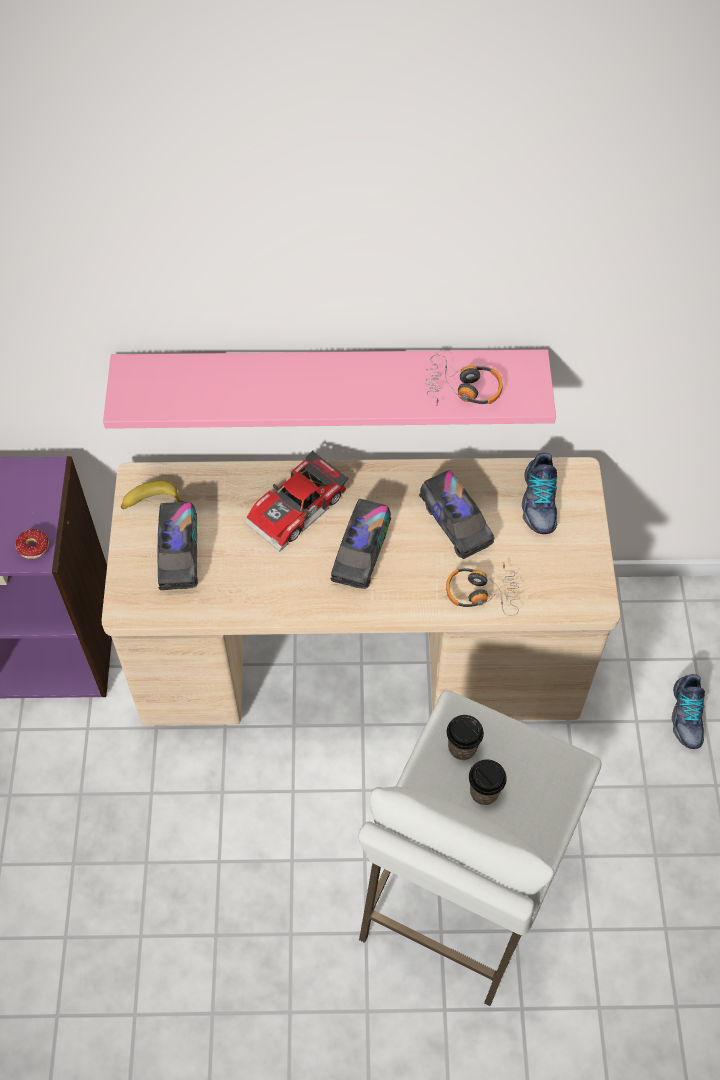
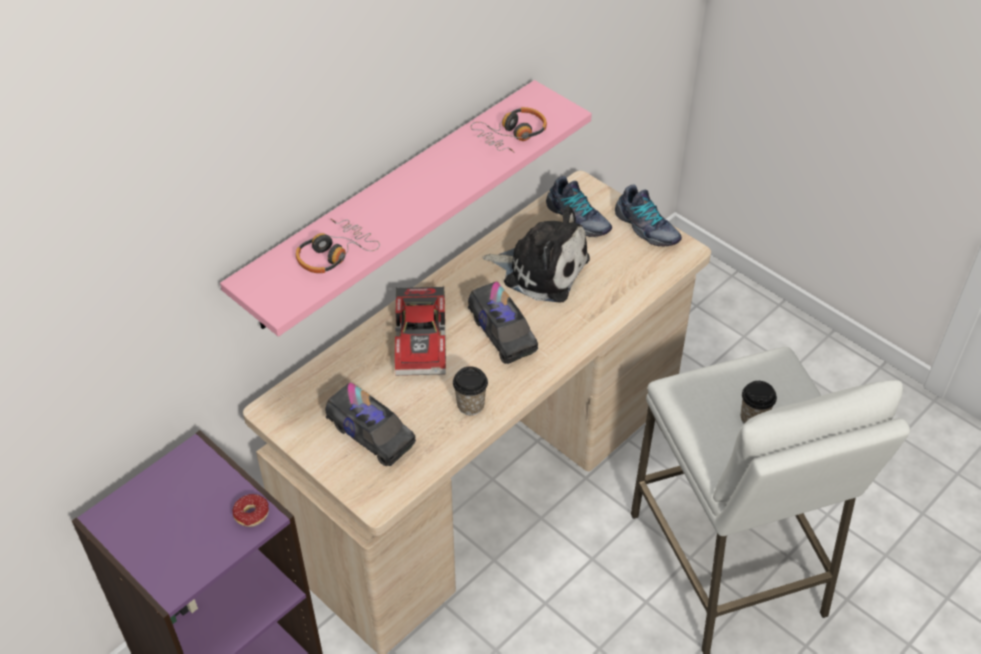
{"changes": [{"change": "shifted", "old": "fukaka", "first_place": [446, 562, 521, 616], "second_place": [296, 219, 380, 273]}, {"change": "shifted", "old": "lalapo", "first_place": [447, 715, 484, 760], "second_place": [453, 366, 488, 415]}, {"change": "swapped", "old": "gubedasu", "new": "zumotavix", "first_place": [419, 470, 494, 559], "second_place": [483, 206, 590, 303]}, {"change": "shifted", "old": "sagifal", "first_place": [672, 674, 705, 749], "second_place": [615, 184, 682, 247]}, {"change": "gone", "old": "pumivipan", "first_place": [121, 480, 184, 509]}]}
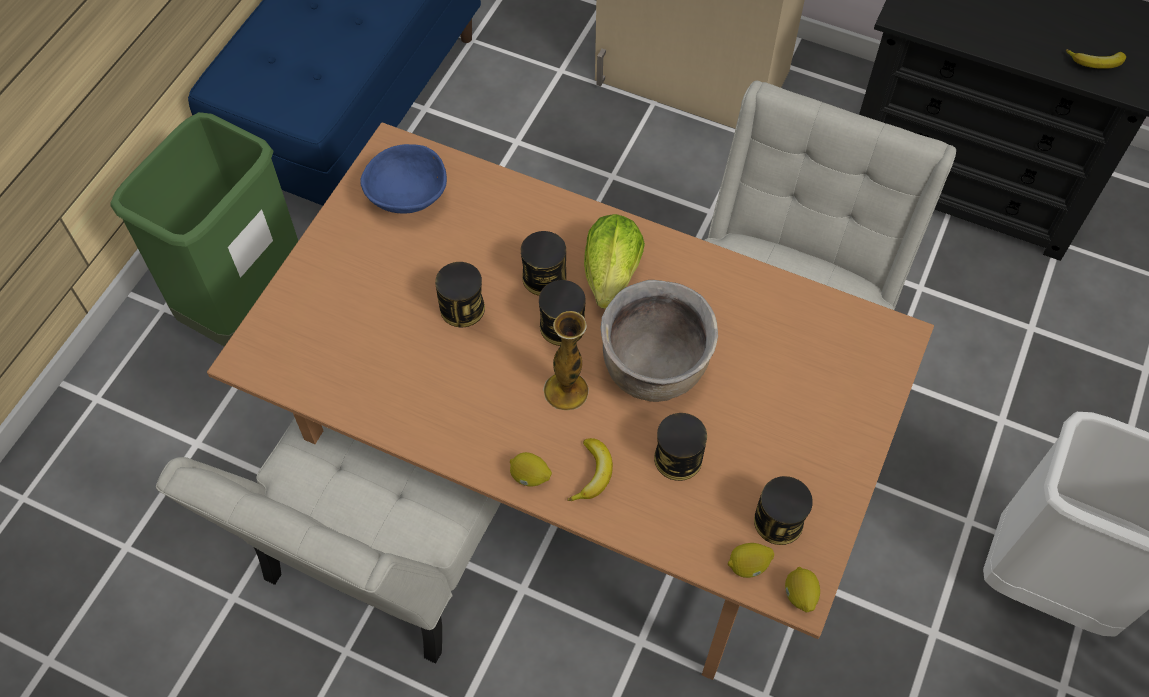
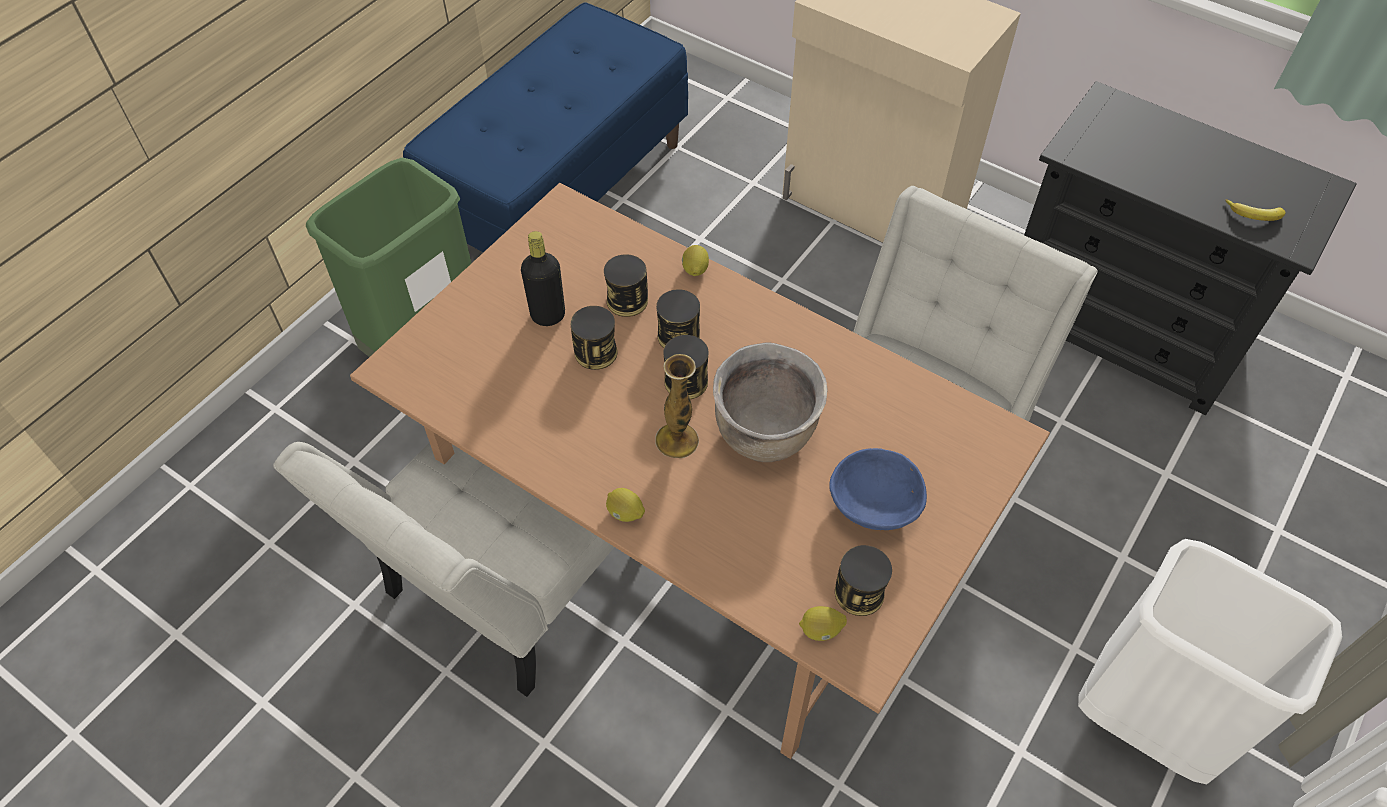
{"changes": [{"change": "new", "new": "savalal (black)", "second_place": [521, 231, 565, 326]}, {"change": "shifted", "old": "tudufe", "first_place": [654, 413, 707, 481], "second_place": [604, 254, 648, 317]}, {"change": "shifted", "old": "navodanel", "first_place": [785, 567, 820, 613], "second_place": [682, 245, 709, 276]}, {"change": "shifted", "old": "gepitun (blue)", "first_place": [360, 144, 447, 214], "second_place": [829, 448, 927, 530]}, {"change": "gone", "old": "pumivipan", "first_place": [567, 438, 613, 501]}, {"change": "gone", "old": "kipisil", "first_place": [584, 214, 645, 309]}]}
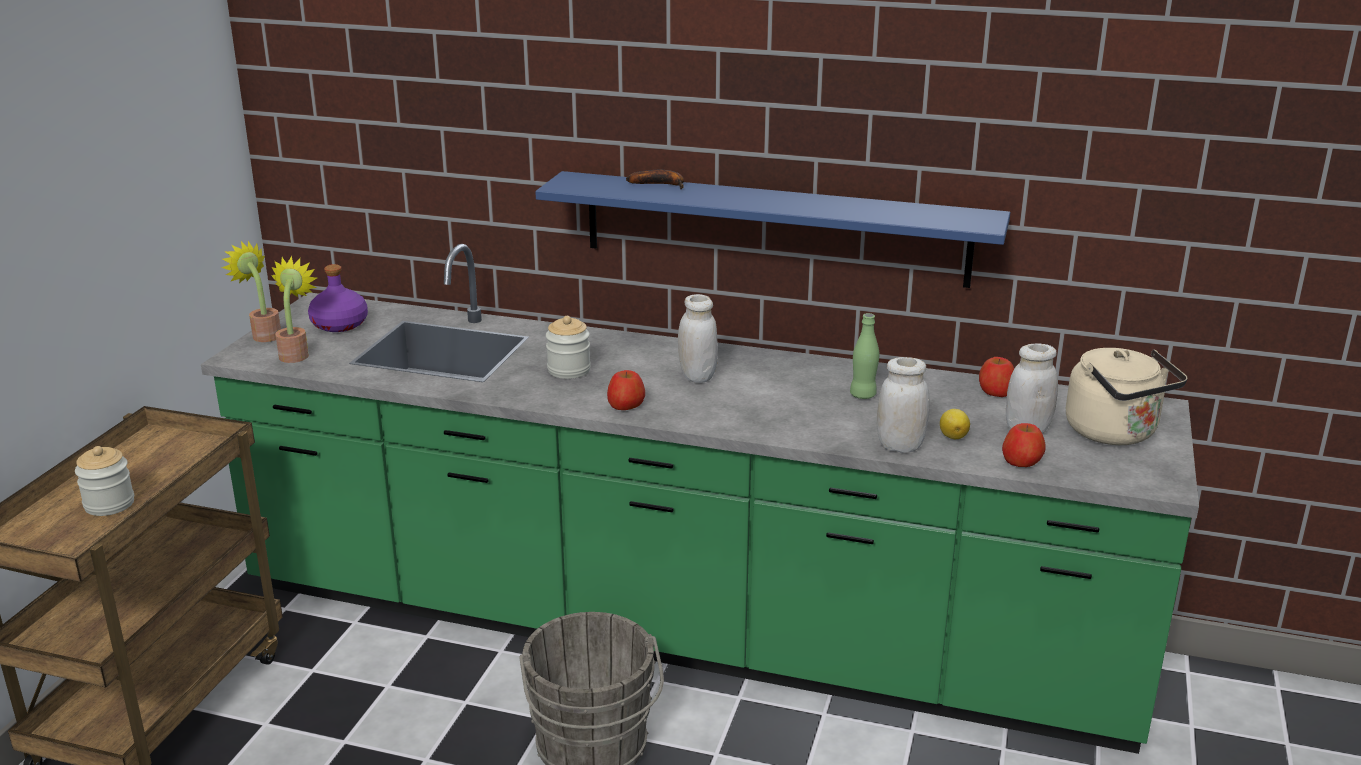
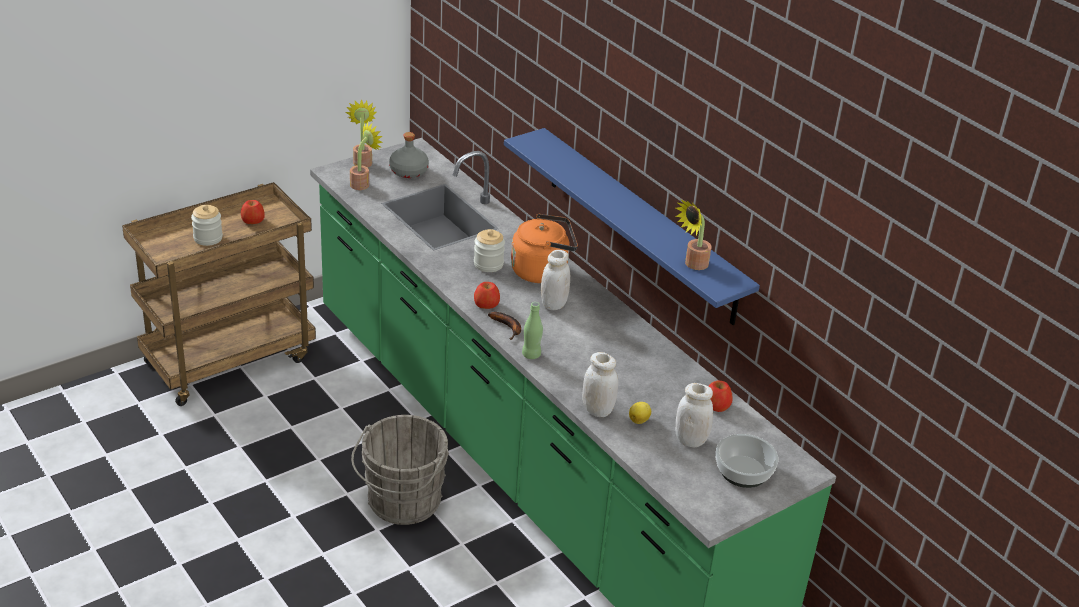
{"changes": [{"change": "shifted", "old": "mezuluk", "first_place": [1002, 423, 1046, 467], "second_place": [241, 200, 265, 224]}, {"change": "repainted", "old": "savalal (purple)", "new": "savalal (grey)", "first_place": [308, 264, 368, 332], "second_place": [389, 132, 429, 178]}, {"change": "shifted", "old": "pumivipan", "first_place": [626, 170, 684, 189], "second_place": [488, 312, 521, 340]}, {"change": "new", "new": "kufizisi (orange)", "second_place": [511, 214, 578, 283]}, {"change": "shifted", "old": "savalal (green)", "first_place": [850, 313, 879, 399], "second_place": [522, 302, 543, 359]}, {"change": "new", "new": "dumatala", "second_place": [675, 199, 712, 270]}, {"change": "swapped", "old": "kufizisi (beige)", "new": "gepitun", "first_place": [1066, 348, 1187, 445], "second_place": [716, 434, 778, 488]}]}
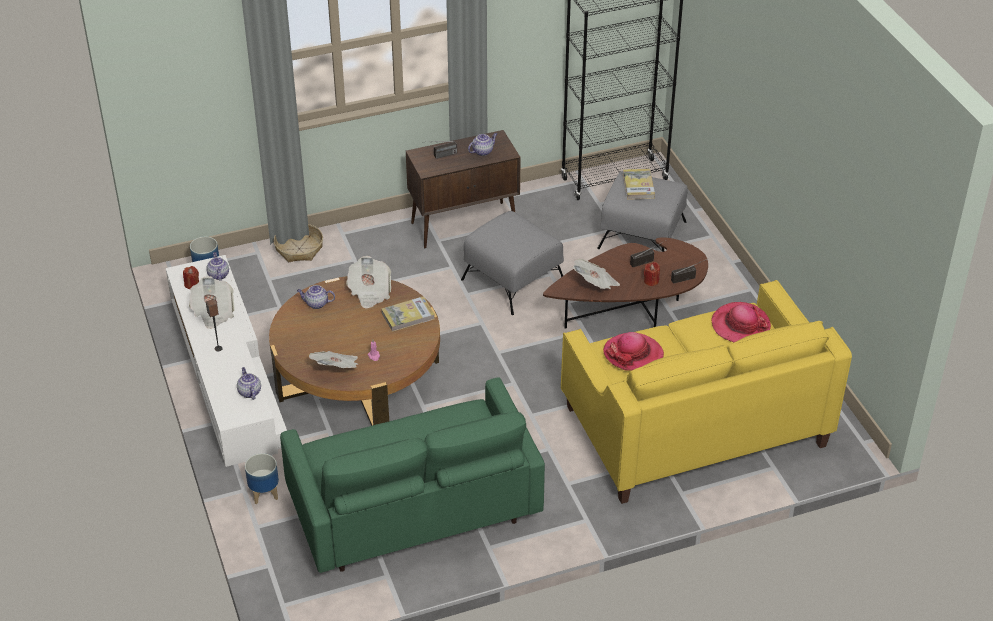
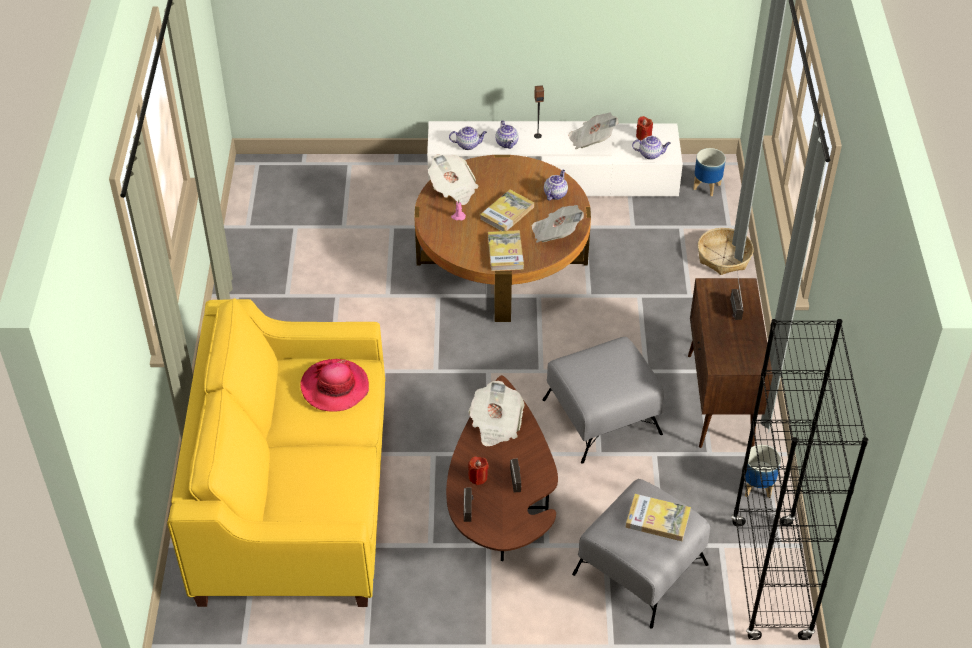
{"changes": [{"change": "new", "new": "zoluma", "second_place": [480, 190, 534, 231]}, {"change": "shifted", "old": "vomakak", "first_place": [468, 133, 497, 156], "second_place": [495, 120, 519, 149]}, {"change": "shifted", "old": "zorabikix", "first_place": [245, 453, 279, 504], "second_place": [745, 445, 781, 498]}, {"change": "gone", "old": "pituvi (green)", "first_place": [280, 378, 545, 573]}, {"change": "gone", "old": "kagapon", "first_place": [712, 302, 771, 342]}]}
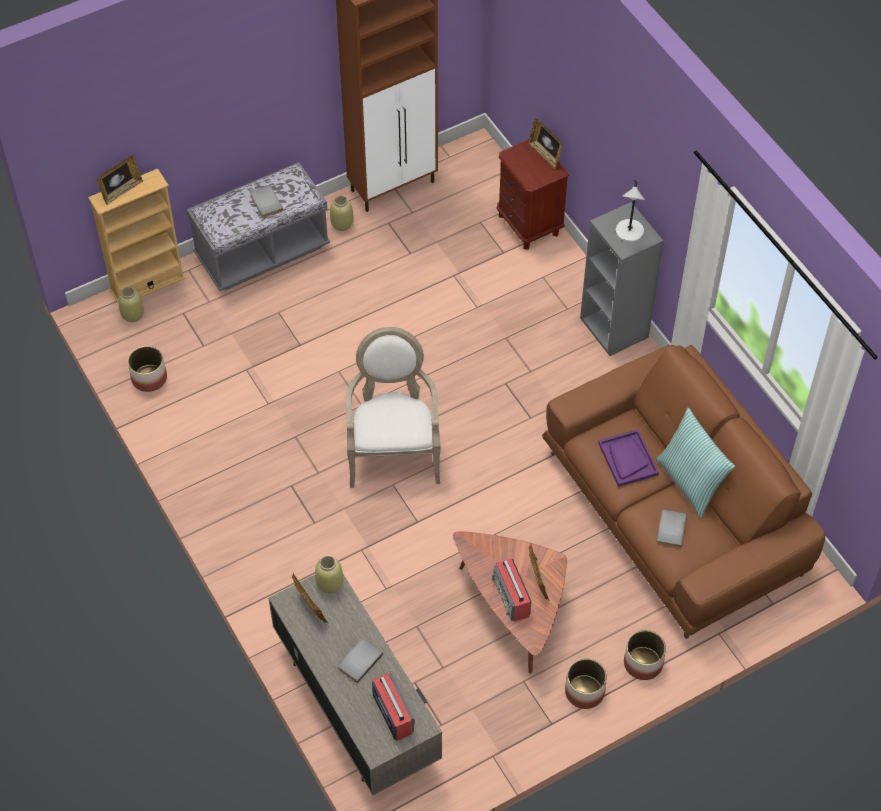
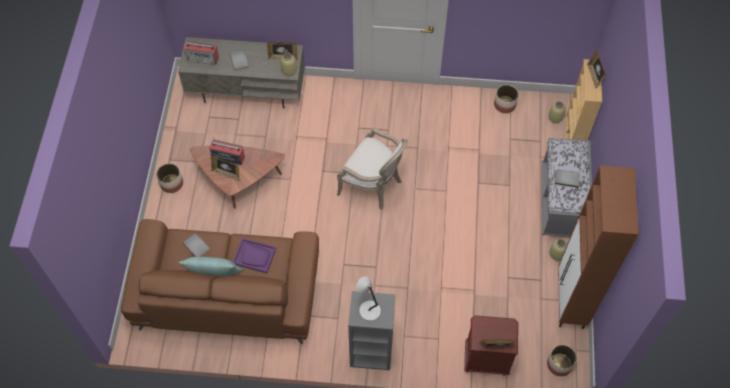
{"changes": [{"change": "shifted", "old": "zorabikix", "first_place": [624, 630, 666, 680], "second_place": [547, 345, 577, 376]}]}
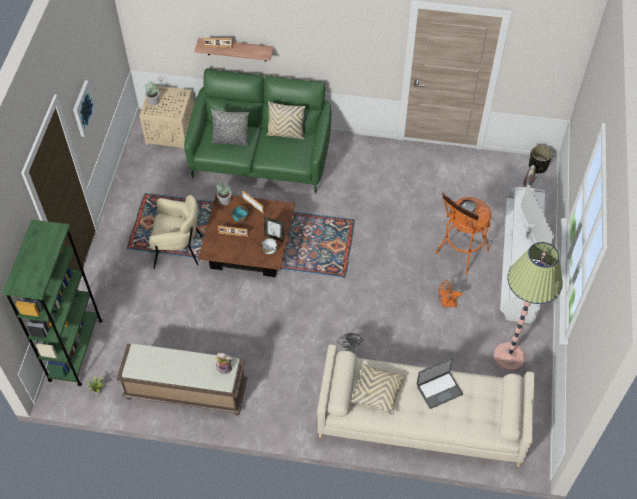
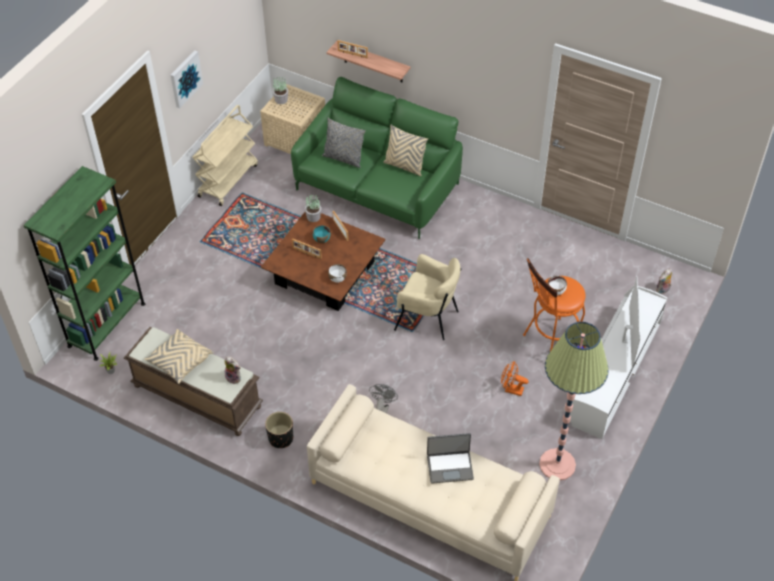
{"changes": [{"change": "shifted", "old": "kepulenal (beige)", "first_place": [351, 364, 406, 415], "second_place": [144, 329, 214, 384]}, {"change": "new", "new": "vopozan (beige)", "second_place": [192, 105, 258, 206]}, {"change": "shifted", "old": "zorabikix (black)", "first_place": [529, 145, 553, 173], "second_place": [265, 412, 293, 448]}, {"change": "shifted", "old": "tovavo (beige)", "first_place": [149, 195, 203, 269], "second_place": [394, 254, 461, 340]}, {"change": "gone", "old": "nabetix", "first_place": [264, 216, 284, 241]}]}
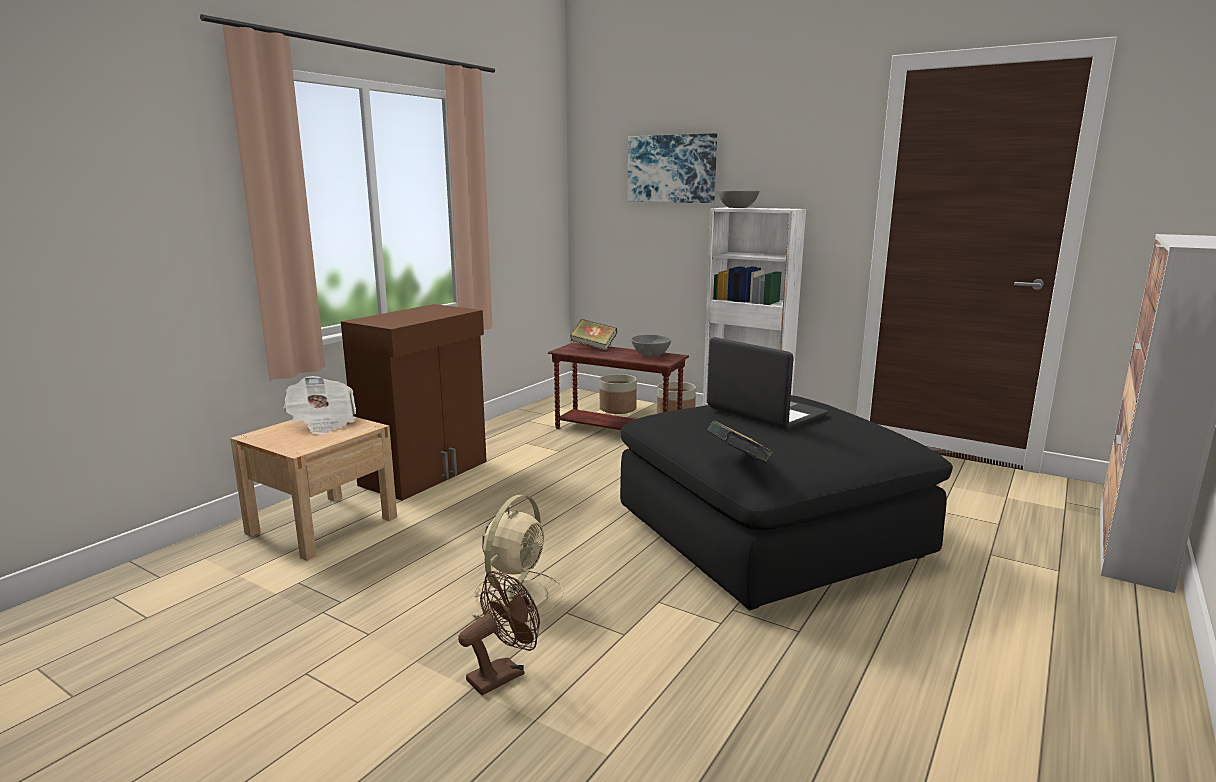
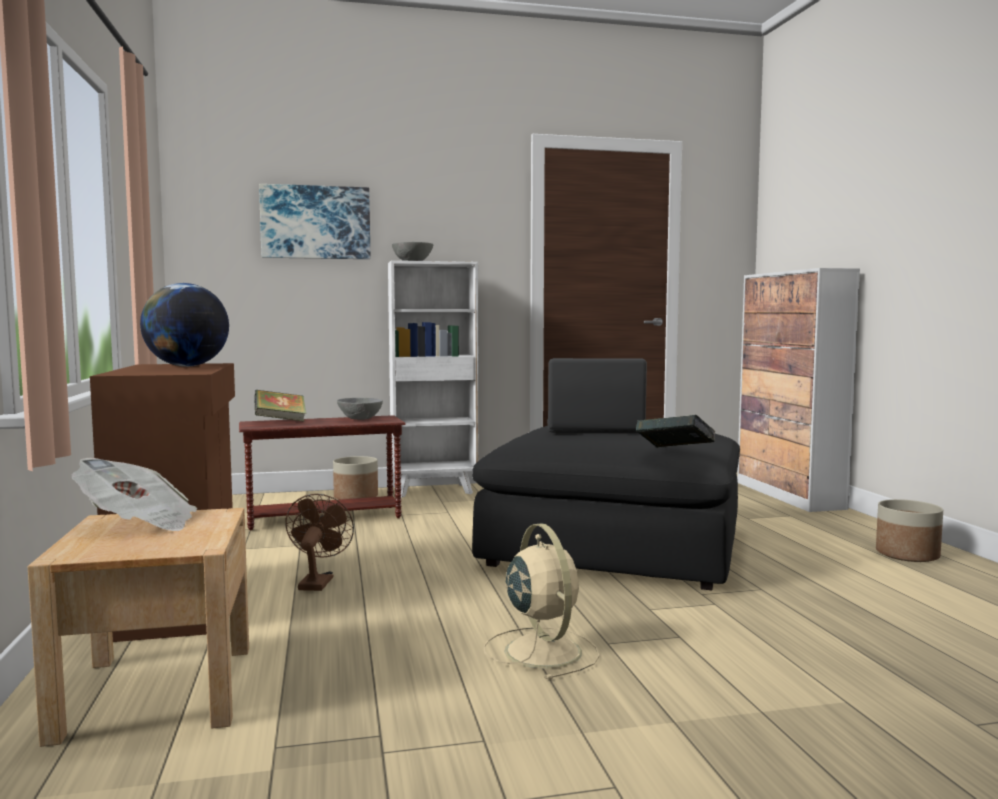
{"changes": [{"change": "new", "new": "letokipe", "second_place": [140, 283, 229, 367]}, {"change": "shifted", "old": "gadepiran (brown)", "first_place": [458, 571, 540, 695], "second_place": [285, 494, 354, 591]}, {"change": "shifted", "old": "zorabikix", "first_place": [600, 374, 637, 414], "second_place": [876, 499, 943, 562]}]}
